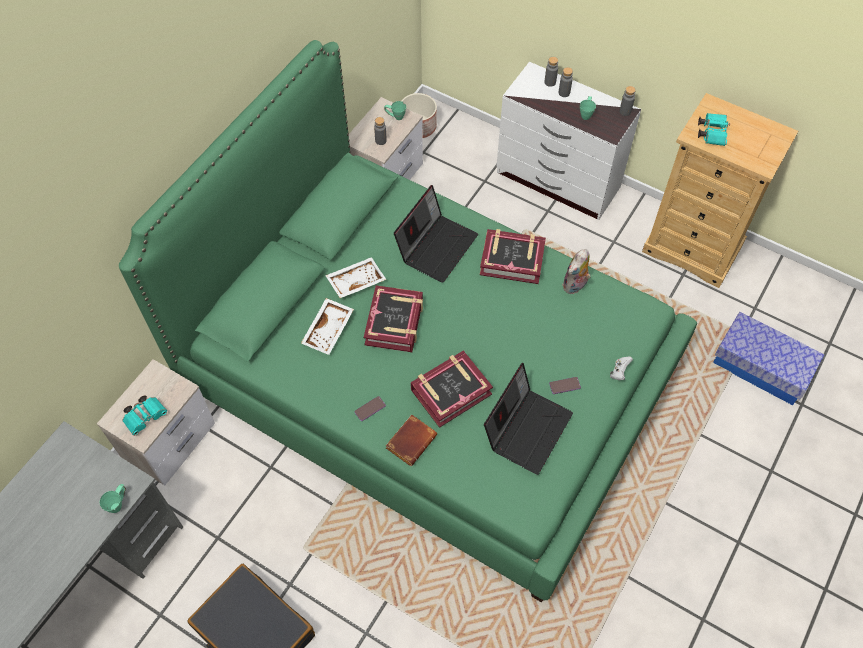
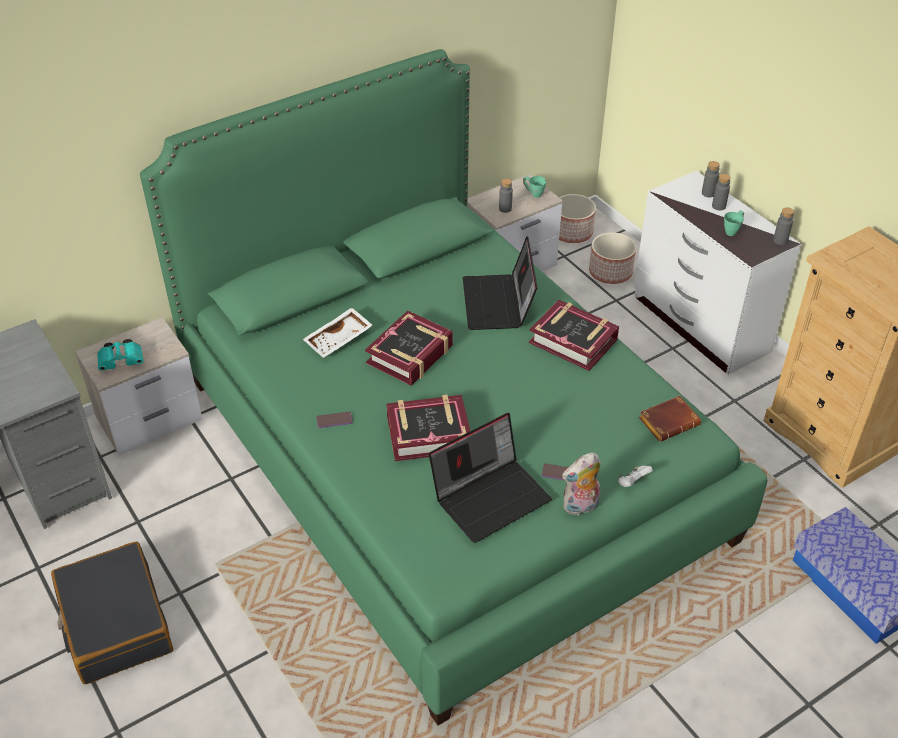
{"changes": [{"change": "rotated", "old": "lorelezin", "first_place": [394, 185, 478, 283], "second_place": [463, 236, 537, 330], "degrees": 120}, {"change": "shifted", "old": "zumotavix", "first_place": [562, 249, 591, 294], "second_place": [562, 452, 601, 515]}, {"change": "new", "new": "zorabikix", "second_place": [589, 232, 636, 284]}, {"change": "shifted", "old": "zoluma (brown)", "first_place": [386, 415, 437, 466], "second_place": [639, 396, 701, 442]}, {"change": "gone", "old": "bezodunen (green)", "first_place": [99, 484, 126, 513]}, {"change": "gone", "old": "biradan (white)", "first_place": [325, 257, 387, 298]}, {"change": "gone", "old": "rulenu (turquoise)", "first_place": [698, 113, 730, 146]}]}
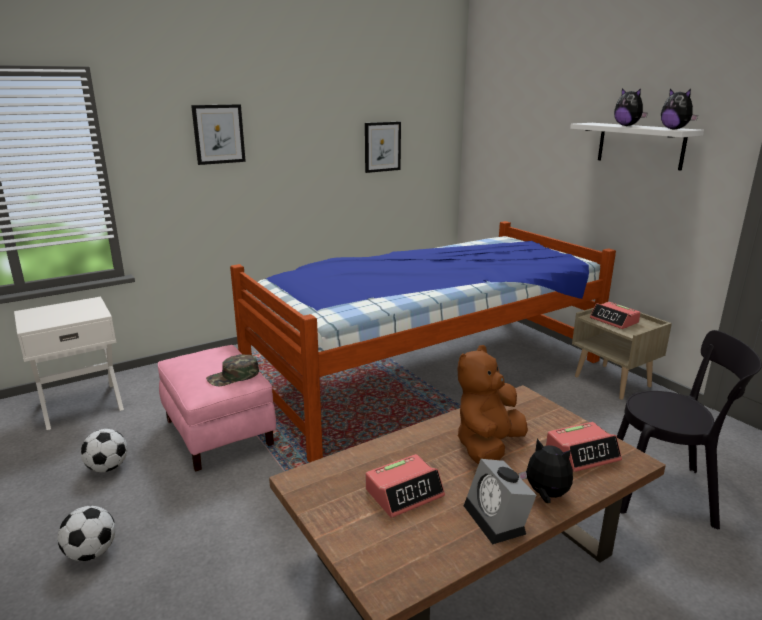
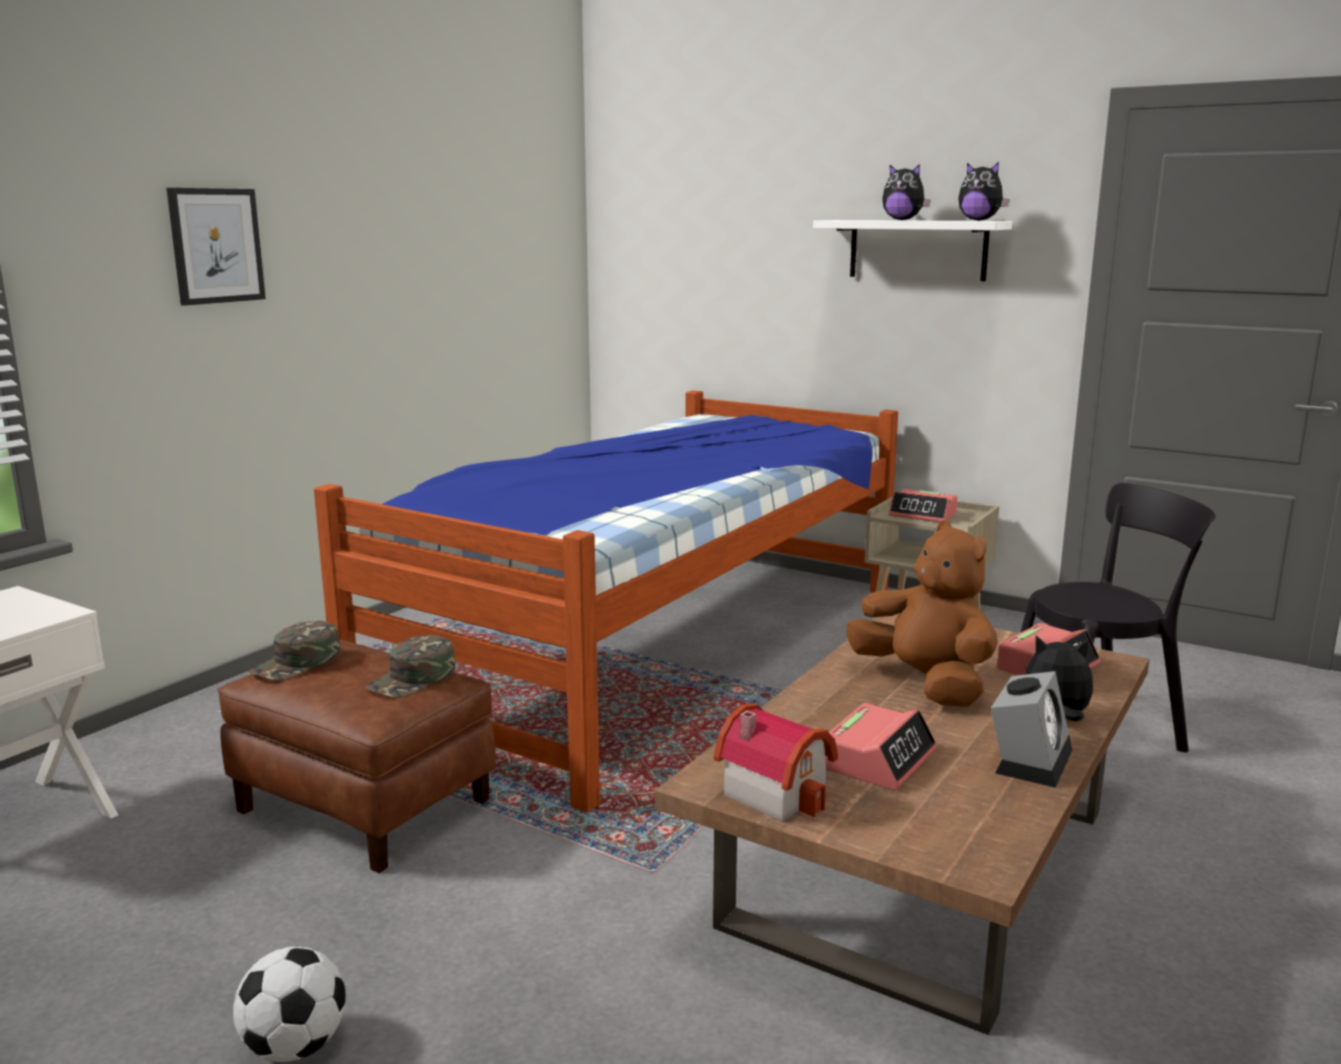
{"changes": [{"change": "repainted", "old": "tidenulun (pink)", "new": "tidenulun (brown)", "first_place": [158, 345, 276, 471], "second_place": [218, 640, 496, 873]}, {"change": "new", "new": "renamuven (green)", "second_place": [248, 621, 341, 681]}, {"change": "new", "new": "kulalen", "second_place": [714, 703, 838, 821]}, {"change": "rotated", "old": "zumotavix (brown)", "first_place": [458, 345, 528, 464], "second_place": [846, 520, 998, 707], "degrees": 135}, {"change": "rotated", "old": "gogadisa", "first_place": [464, 459, 537, 544], "second_place": [991, 671, 1072, 788], "degrees": -105}, {"change": "gone", "old": "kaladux", "first_place": [81, 429, 128, 472]}, {"change": "gone", "old": "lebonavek", "first_place": [365, 122, 401, 173]}]}
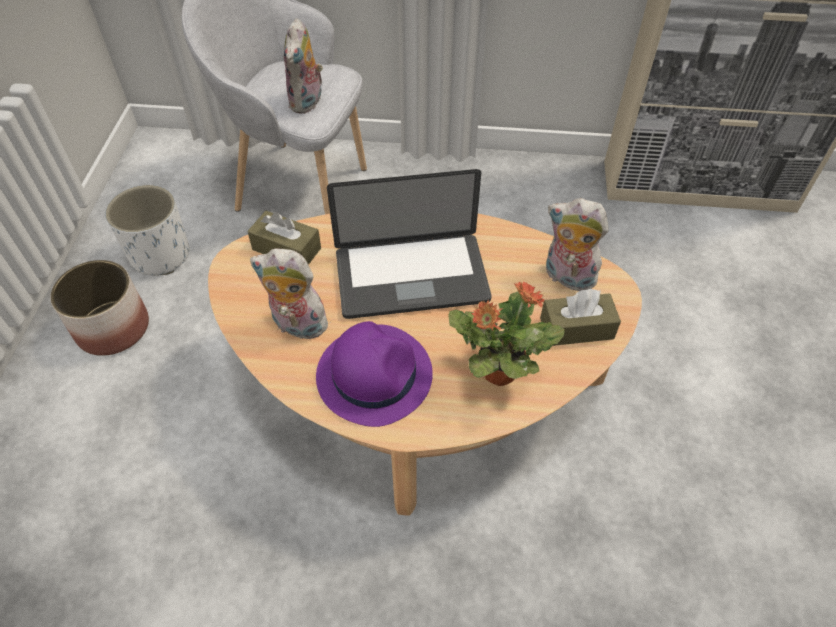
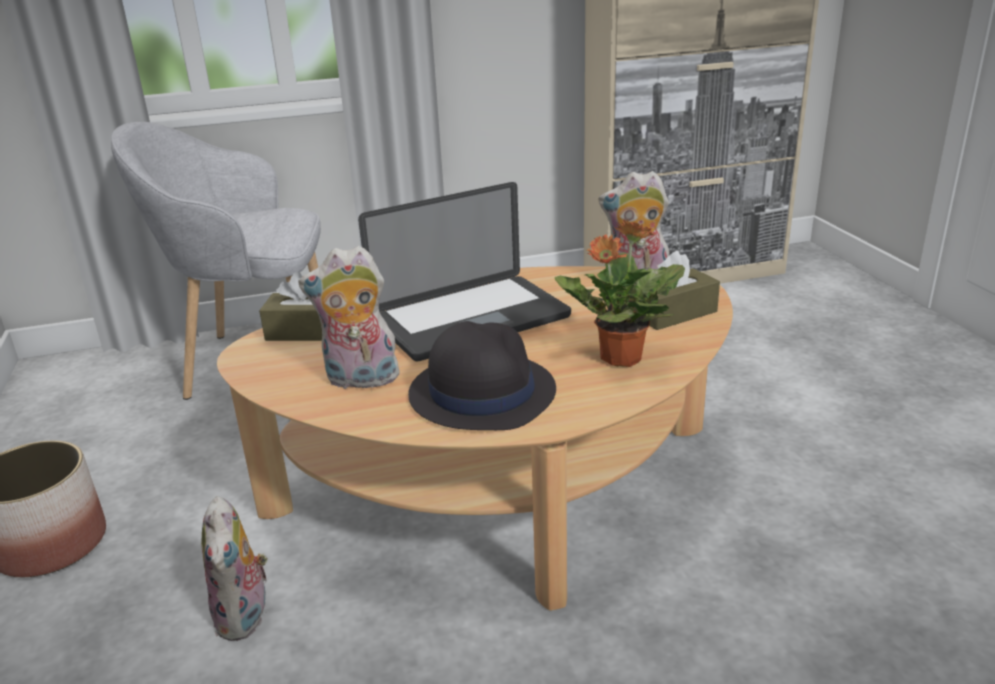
{"changes": [{"change": "shifted", "old": "zumotavix", "first_place": [284, 18, 323, 114], "second_place": [201, 496, 269, 641]}, {"change": "repainted", "old": "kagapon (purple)", "new": "kagapon (black)", "first_place": [316, 321, 433, 427], "second_place": [408, 321, 556, 430]}, {"change": "gone", "old": "zorabikix (white)", "first_place": [106, 185, 189, 275]}]}
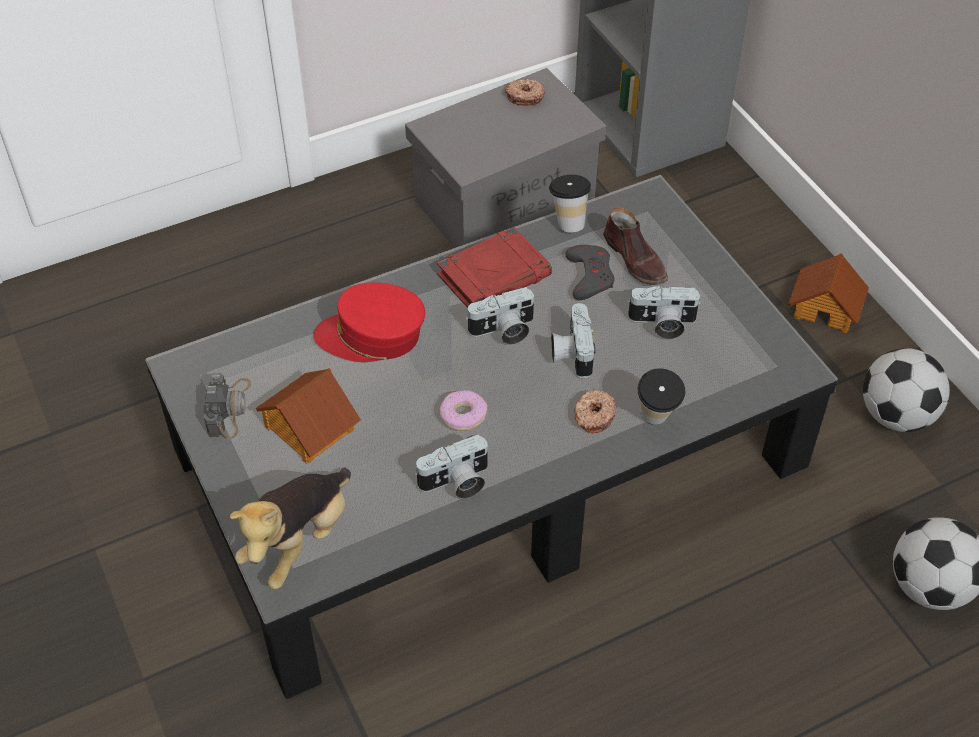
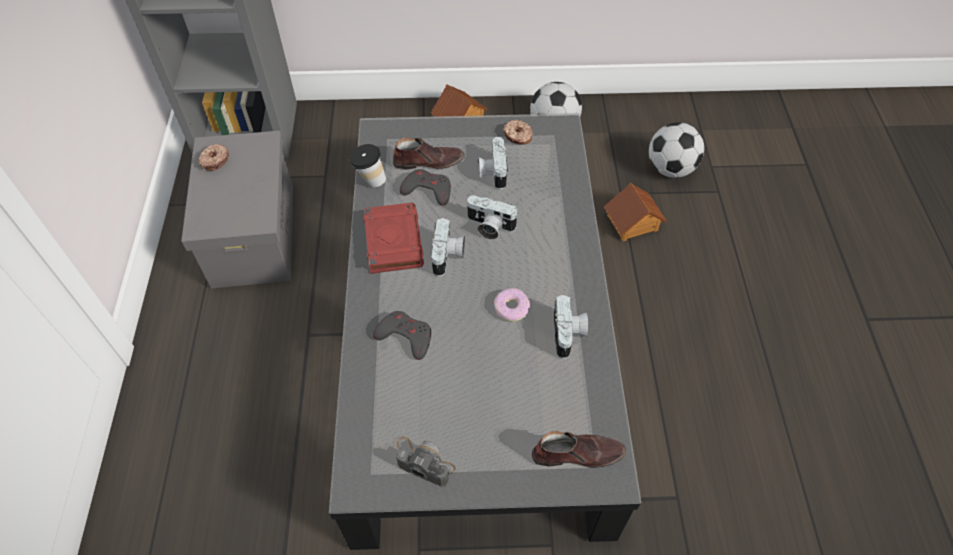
{"changes": [{"change": "swapped", "old": "renamuven (red)", "new": "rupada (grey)", "first_place": [314, 282, 425, 362], "second_place": [373, 311, 431, 360]}, {"change": "rotated", "old": "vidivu", "first_place": [627, 286, 701, 339], "second_place": [478, 137, 508, 189], "degrees": 150}, {"change": "shifted", "old": "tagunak", "first_place": [574, 389, 617, 433], "second_place": [503, 120, 533, 145]}, {"change": "swapped", "old": "zumotavix", "new": "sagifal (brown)", "first_place": [230, 467, 351, 590], "second_place": [532, 431, 626, 468]}, {"change": "shifted", "old": "kulalen", "first_place": [255, 368, 361, 464], "second_place": [604, 183, 667, 241]}, {"change": "gone", "old": "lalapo", "first_place": [638, 368, 685, 425]}]}
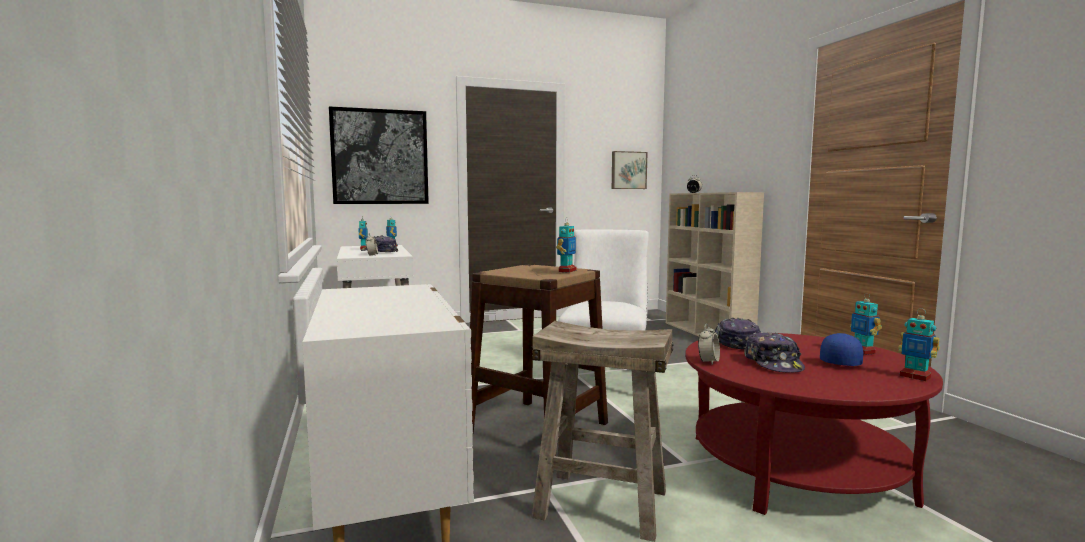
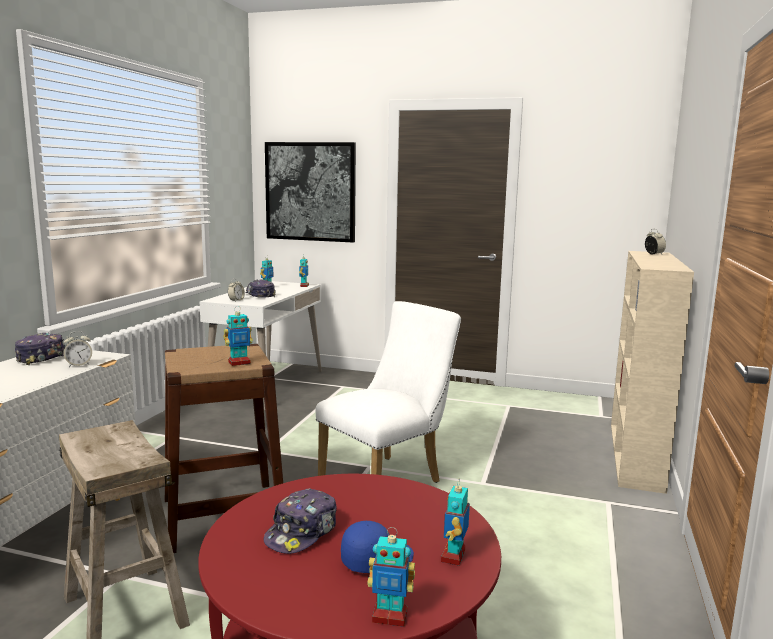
{"changes": [{"change": "shifted", "old": "renamuven", "first_place": [715, 318, 761, 349], "second_place": [15, 332, 66, 365]}, {"change": "shifted", "old": "gogadisa", "first_place": [698, 324, 720, 365], "second_place": [63, 331, 92, 367]}, {"change": "rotated", "old": "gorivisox", "first_place": [898, 309, 940, 381], "second_place": [367, 527, 415, 627], "degrees": -75}, {"change": "gone", "old": "lebonavek", "first_place": [612, 151, 647, 189]}]}
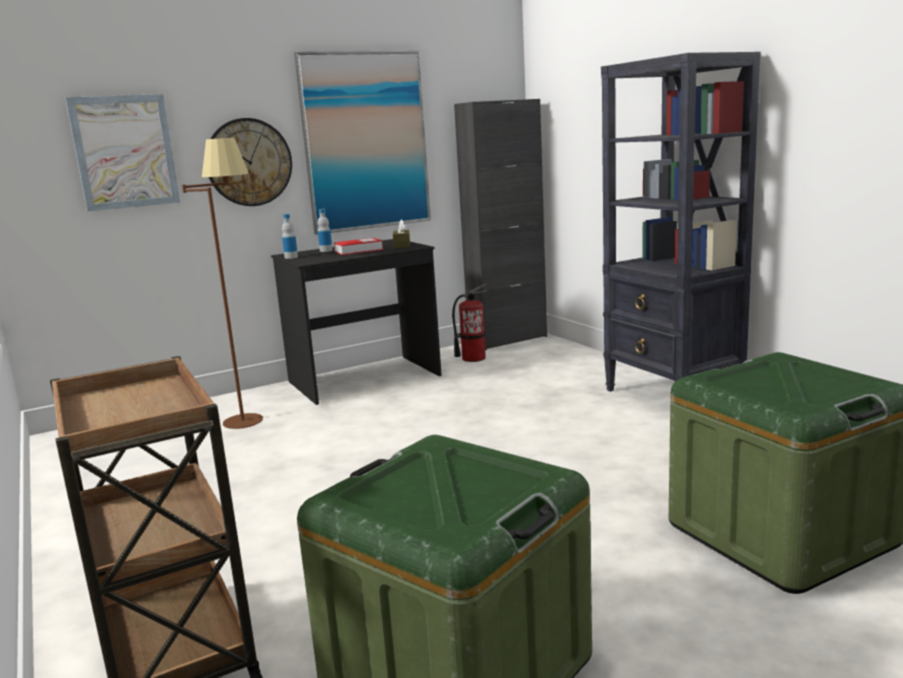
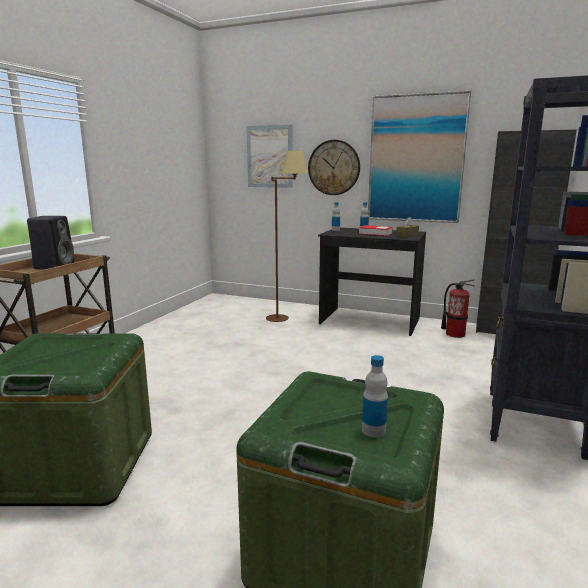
{"changes": [{"change": "new", "new": "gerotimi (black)", "second_place": [27, 216, 75, 269]}, {"change": "new", "new": "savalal", "second_place": [362, 355, 388, 438]}]}
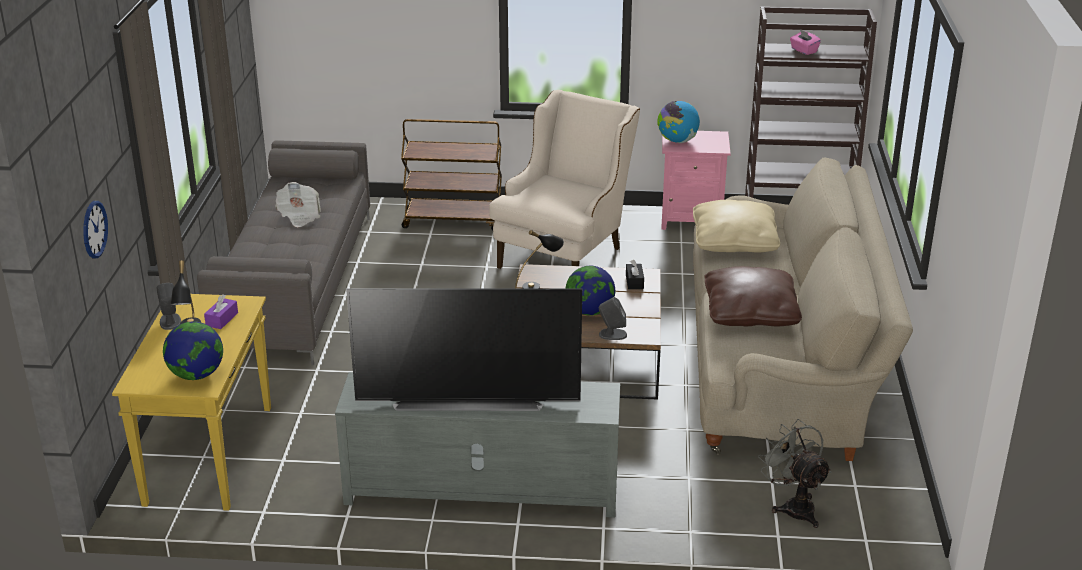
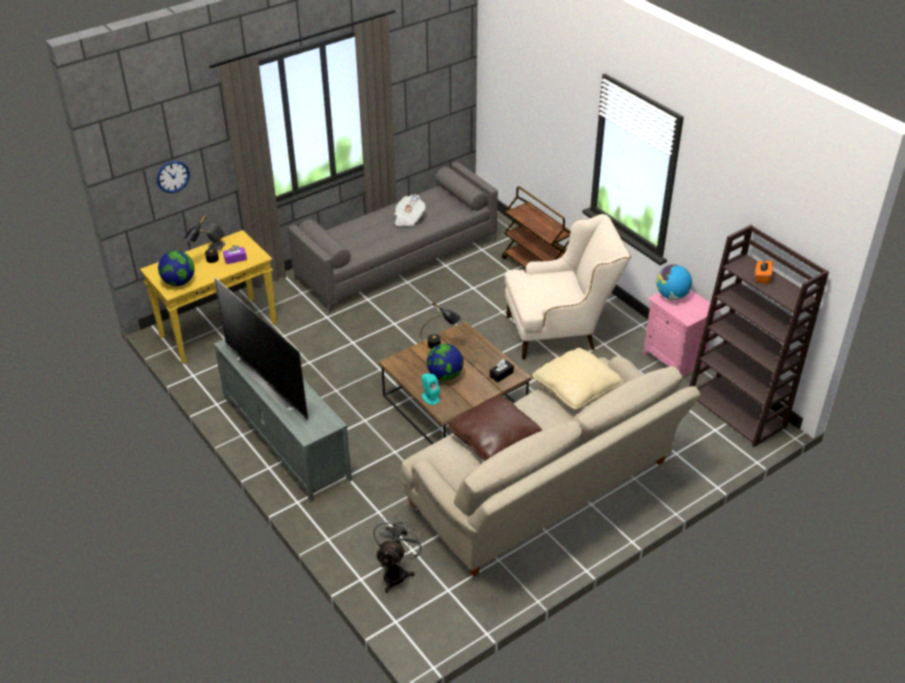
{"changes": [{"change": "repainted", "old": "gerotimi (grey)", "new": "gerotimi (turquoise)", "first_place": [599, 297, 627, 340], "second_place": [422, 374, 440, 405]}, {"change": "repainted", "old": "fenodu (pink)", "new": "fenodu (orange)", "first_place": [790, 29, 821, 55], "second_place": [755, 260, 774, 284]}]}
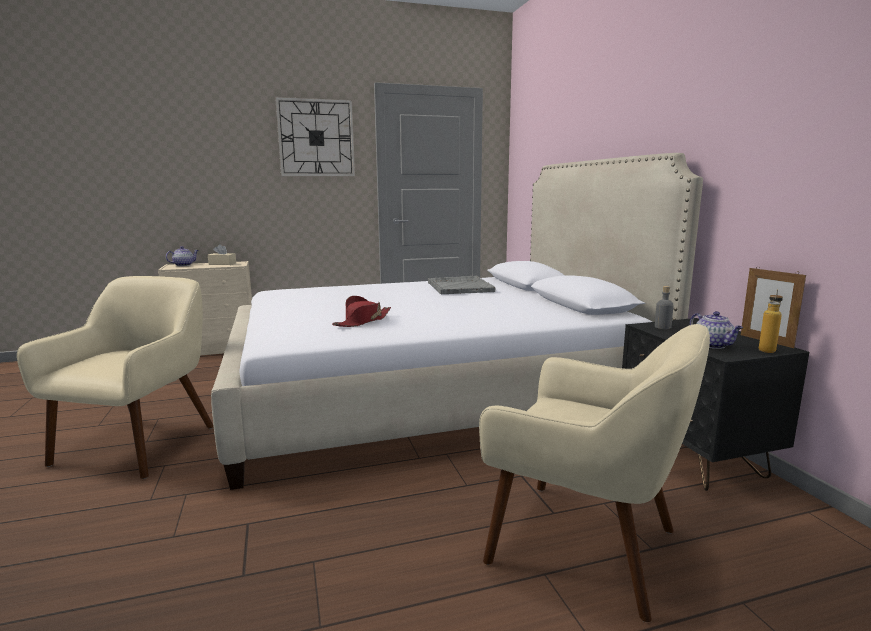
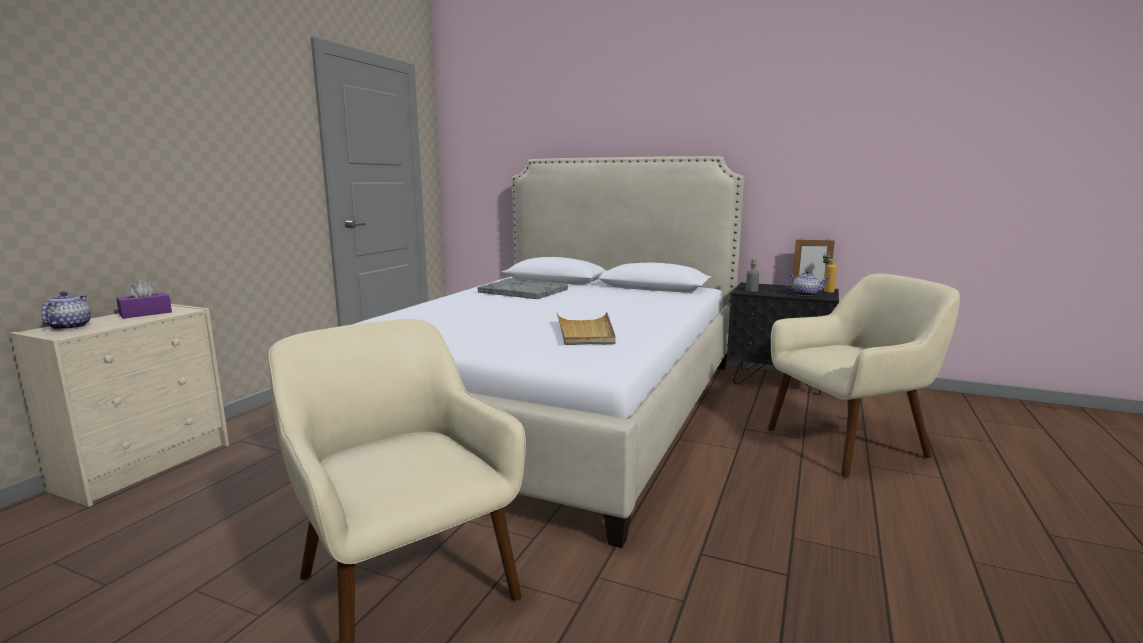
{"changes": [{"change": "repainted", "old": "fenodu (beige)", "new": "fenodu (purple)", "first_place": [208, 244, 236, 265], "second_place": [116, 279, 172, 319]}, {"change": "swapped", "old": "kagapon (red)", "new": "biradan (beige)", "first_place": [332, 296, 391, 327], "second_place": [557, 312, 616, 345]}, {"change": "gone", "old": "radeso", "first_place": [275, 97, 355, 176]}]}
